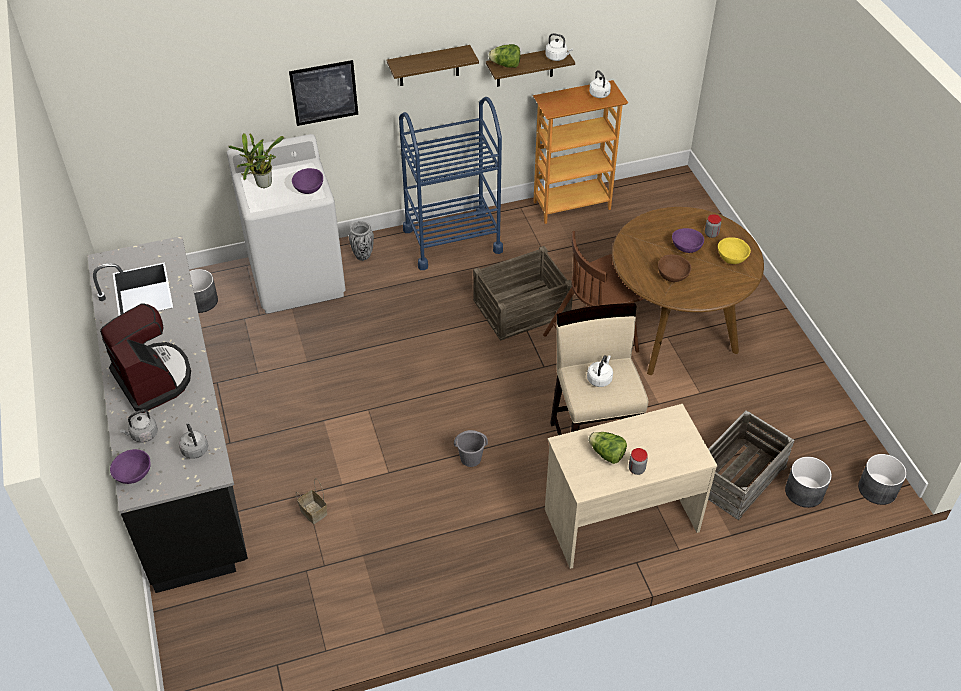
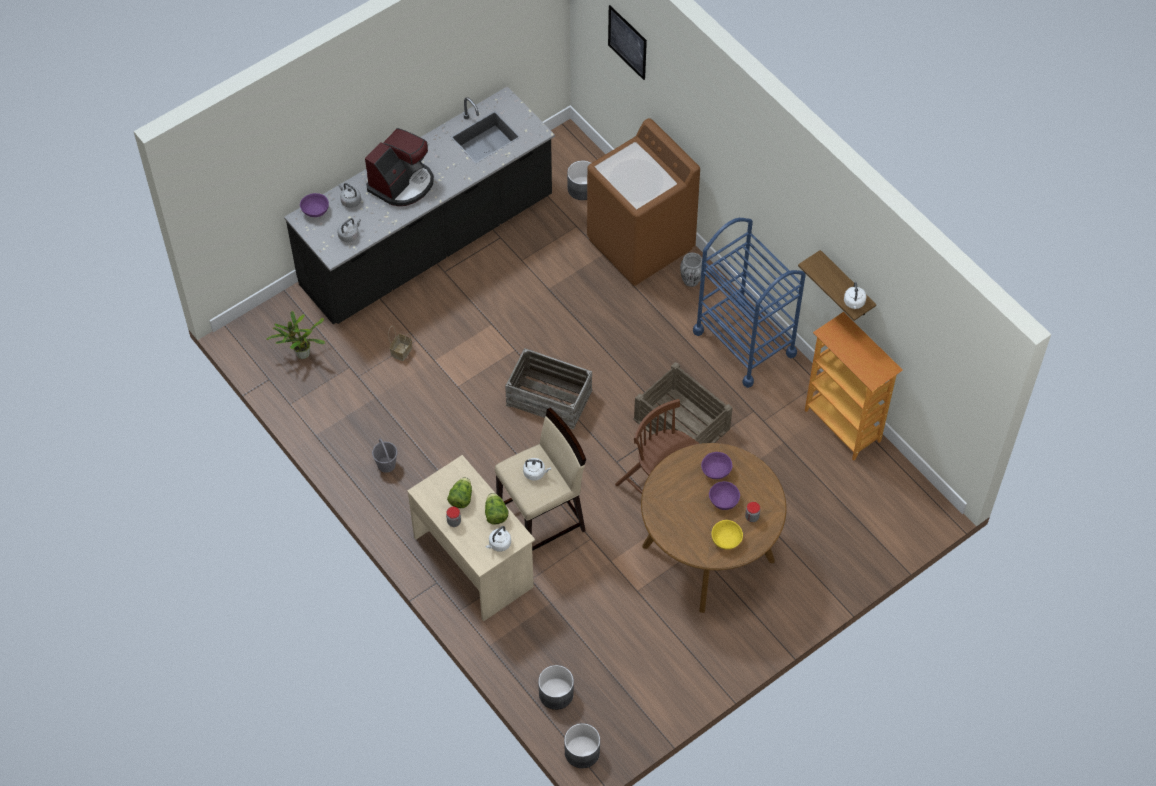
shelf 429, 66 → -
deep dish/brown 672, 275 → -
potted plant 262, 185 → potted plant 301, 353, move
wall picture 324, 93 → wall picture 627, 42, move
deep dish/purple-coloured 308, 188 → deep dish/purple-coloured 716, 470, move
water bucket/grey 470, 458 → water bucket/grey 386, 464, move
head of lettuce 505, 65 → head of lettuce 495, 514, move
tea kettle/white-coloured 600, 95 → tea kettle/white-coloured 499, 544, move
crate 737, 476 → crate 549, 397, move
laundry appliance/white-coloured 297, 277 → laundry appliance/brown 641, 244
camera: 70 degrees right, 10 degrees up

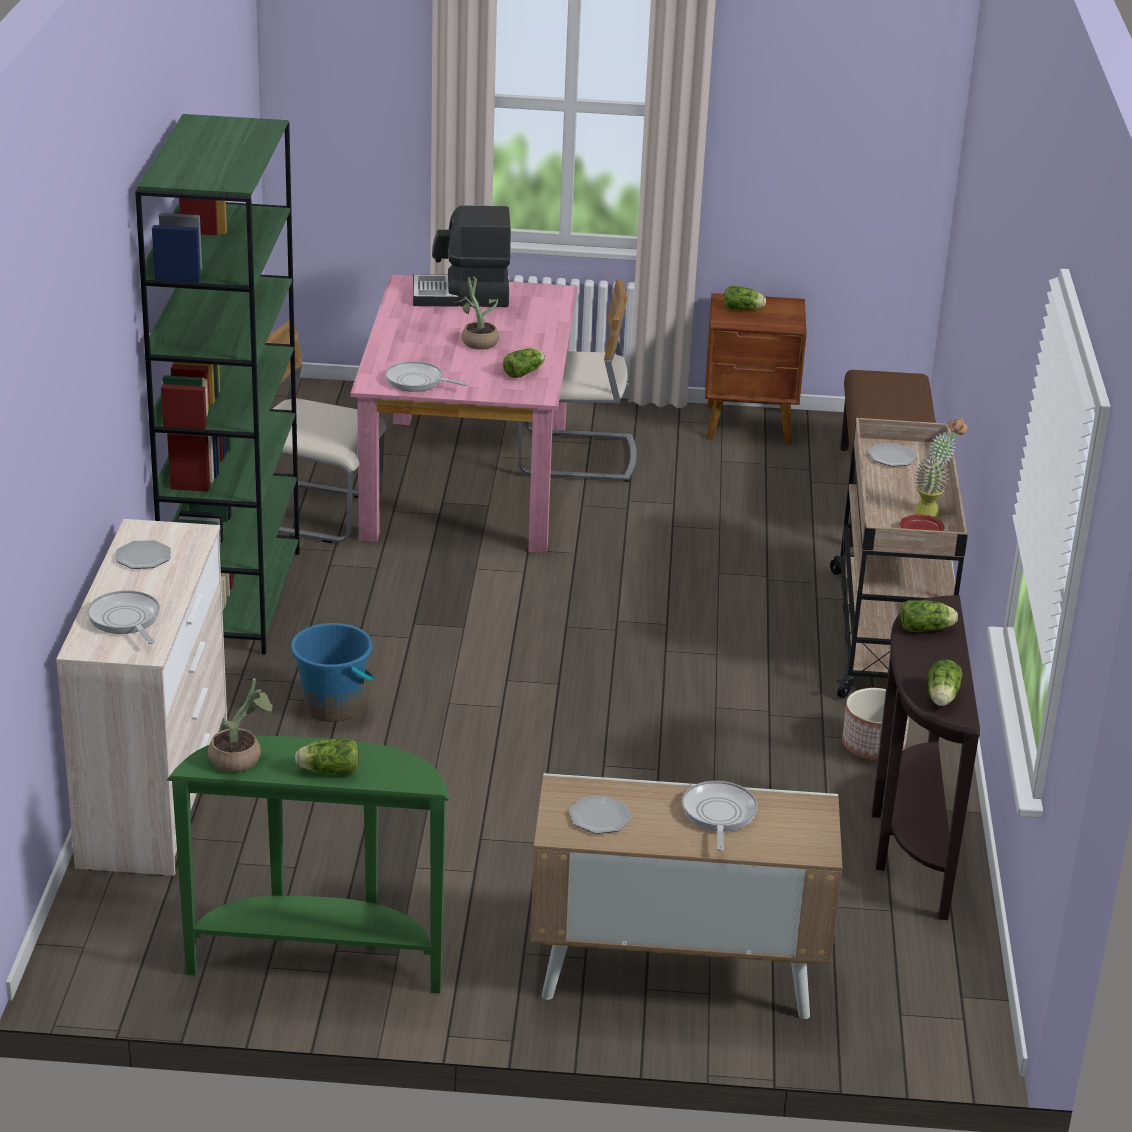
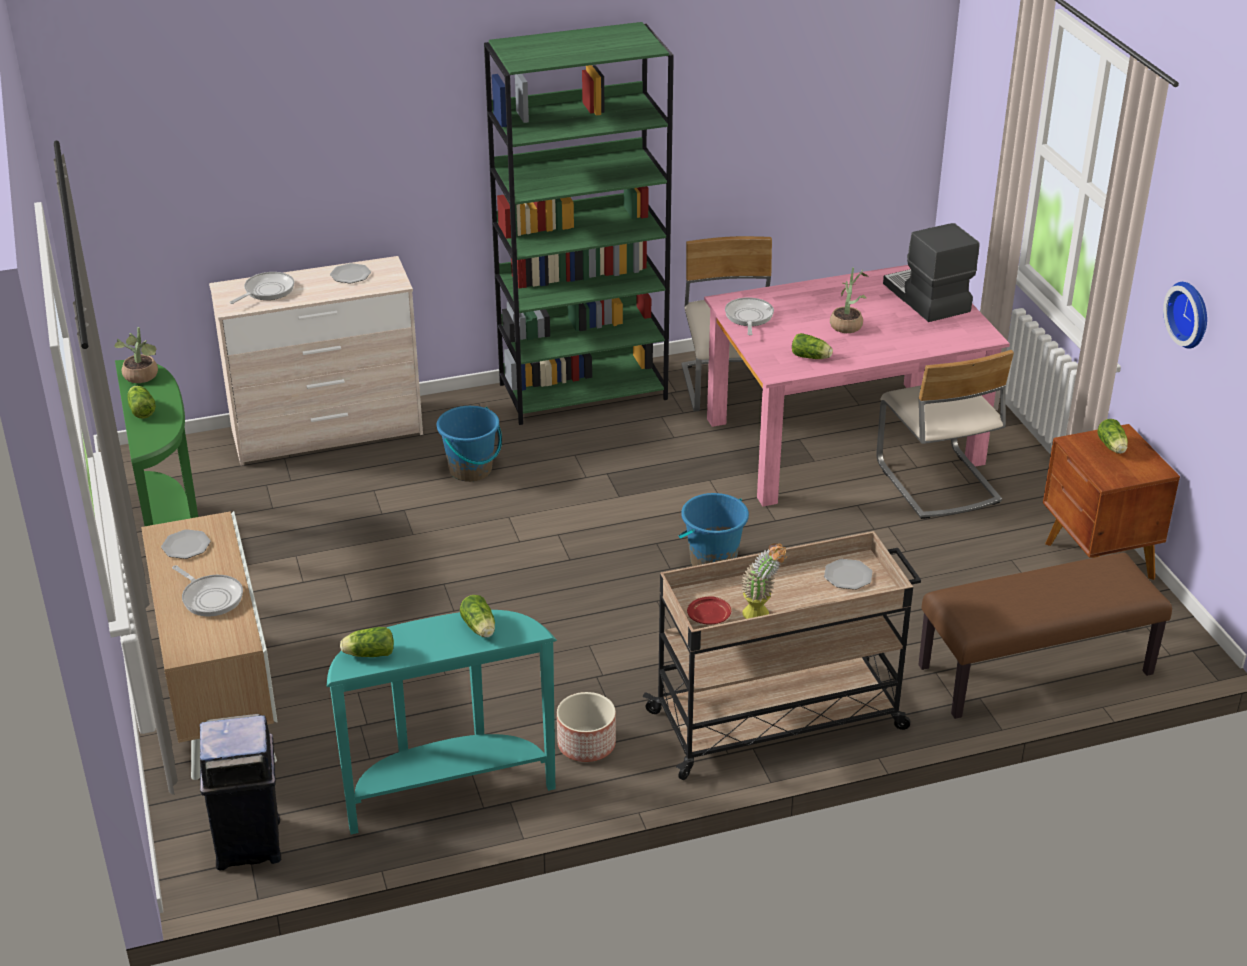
- → rubbish bin/black-coloured 250, 843
- → water bucket/blue-coloured 712, 561
- → hanging clock 1191, 314
hall table/brown 908, 844 → hall table/turquoise-coloured 447, 792
pan 718, 815 → pan 210, 597, 60 degrees clockwise
camera: 70 degrees right, 5 degrees up

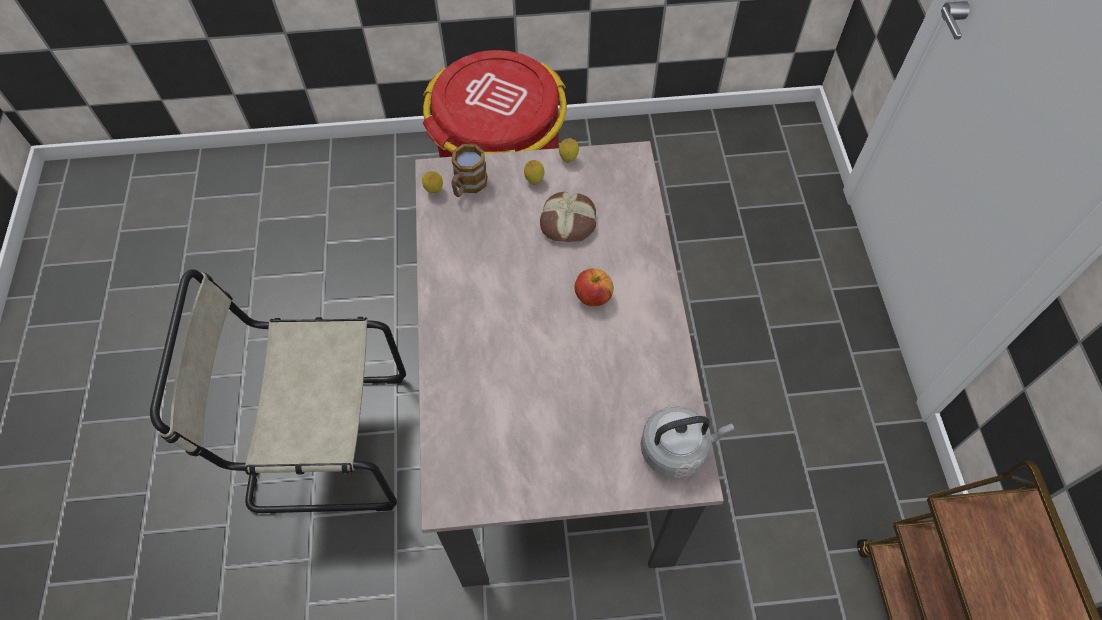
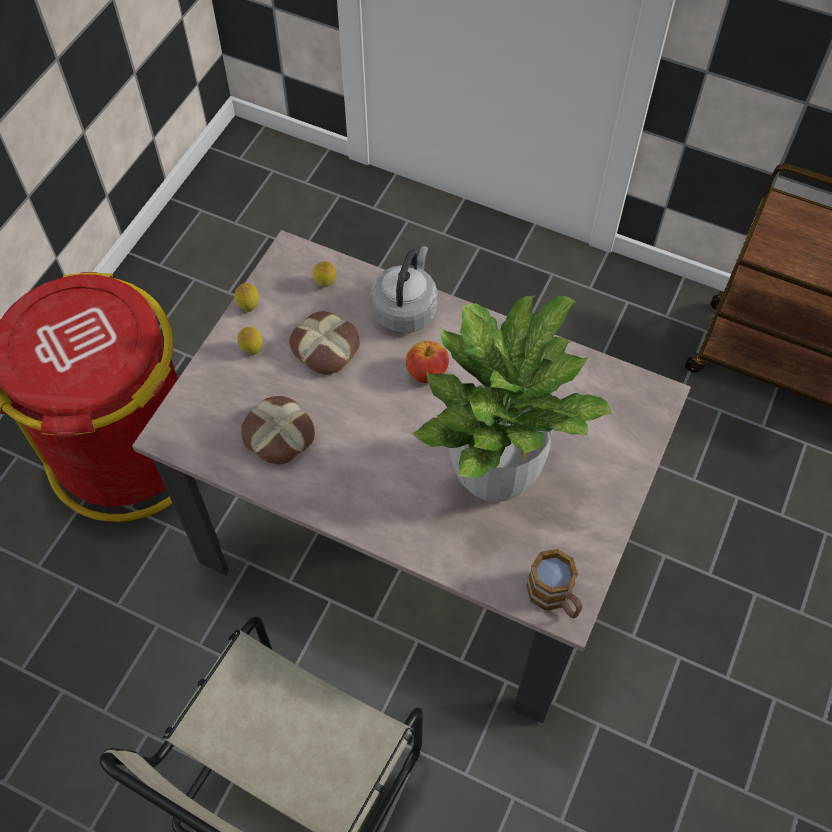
- → bakery bread 277, 435
- → potted plant 494, 473
whole lemon 434, 191 → whole lemon 325, 284, move
tea mug 468, 186 → tea mug 555, 597, move
tea kettle/grey 677, 449 → tea kettle/grey 405, 309, move
camera: 60 degrees left, 0 degrees up

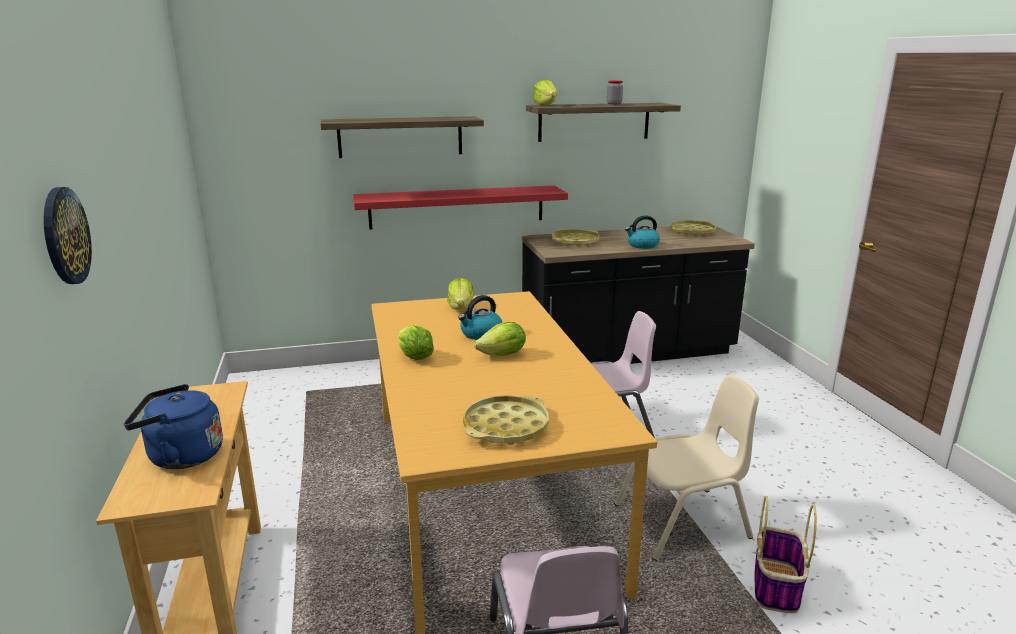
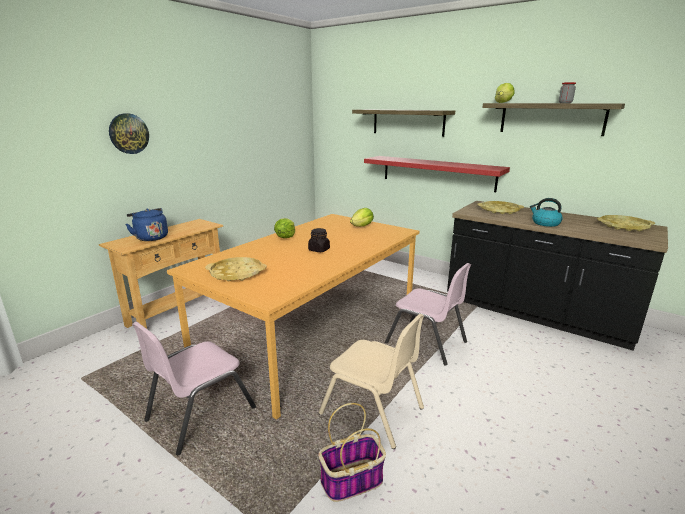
tea kettle 481, 334 → -
head of lettuce 503, 355 → jar/black-coloured 319, 250
camera: 50 degrees right, 0 degrees up

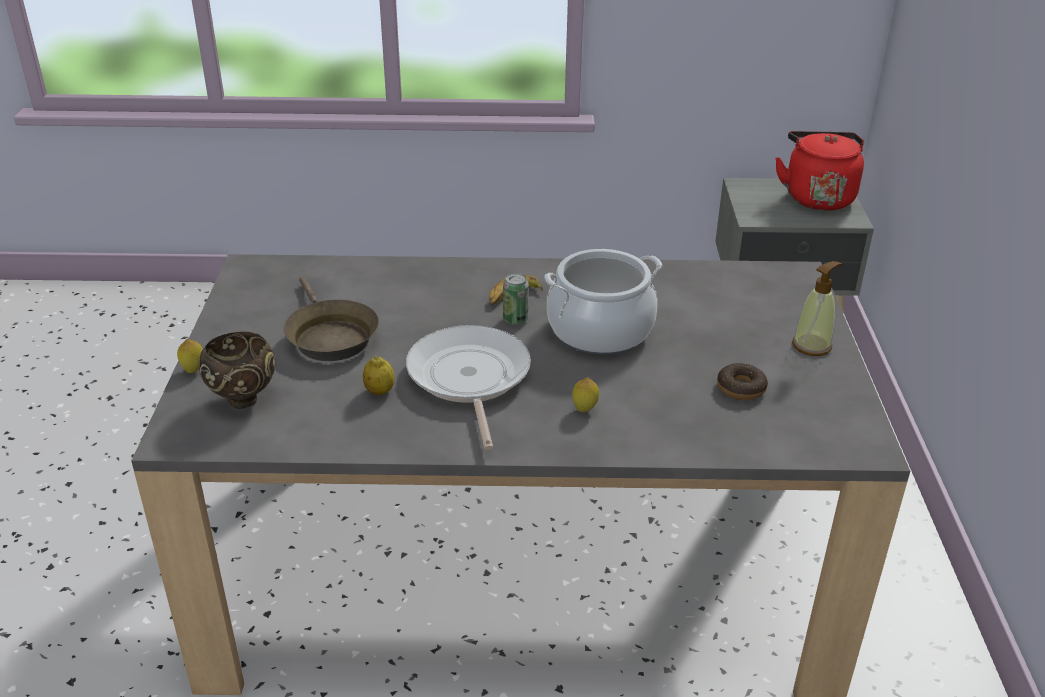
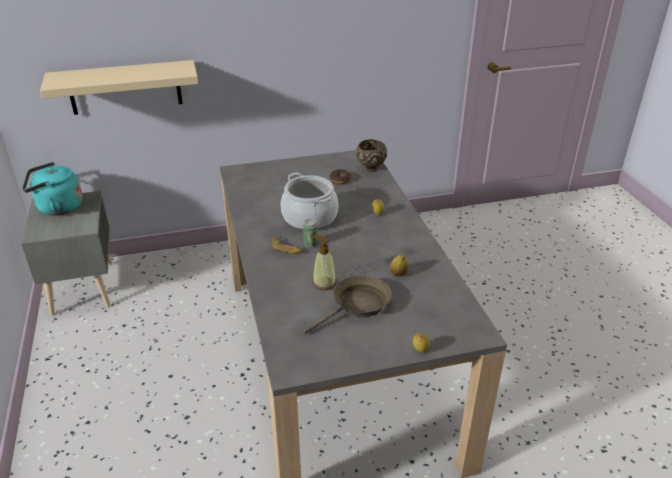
pan 469, 379 → -
- → shelf/sand-coloured 125, 87
deep dish/brown 244, 399 → deep dish/brown 370, 169, move
liquid soap bottle 812, 345 → liquid soap bottle 324, 283, move
tea kettle/red-coloured 817, 197 → tea kettle/turquoise-coloured 57, 208
camera: 105 degrees left, 0 degrees up

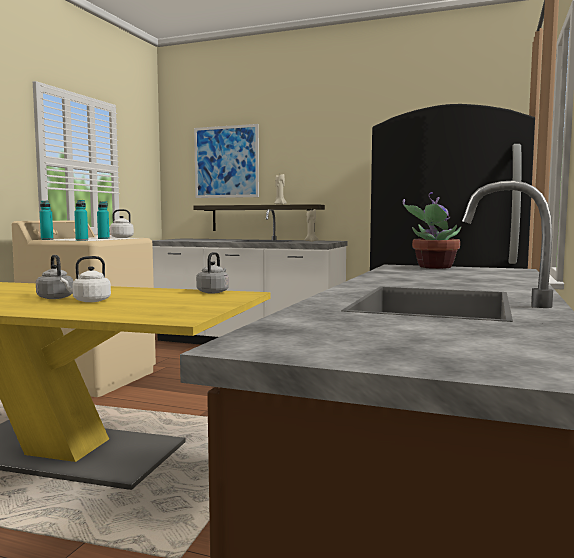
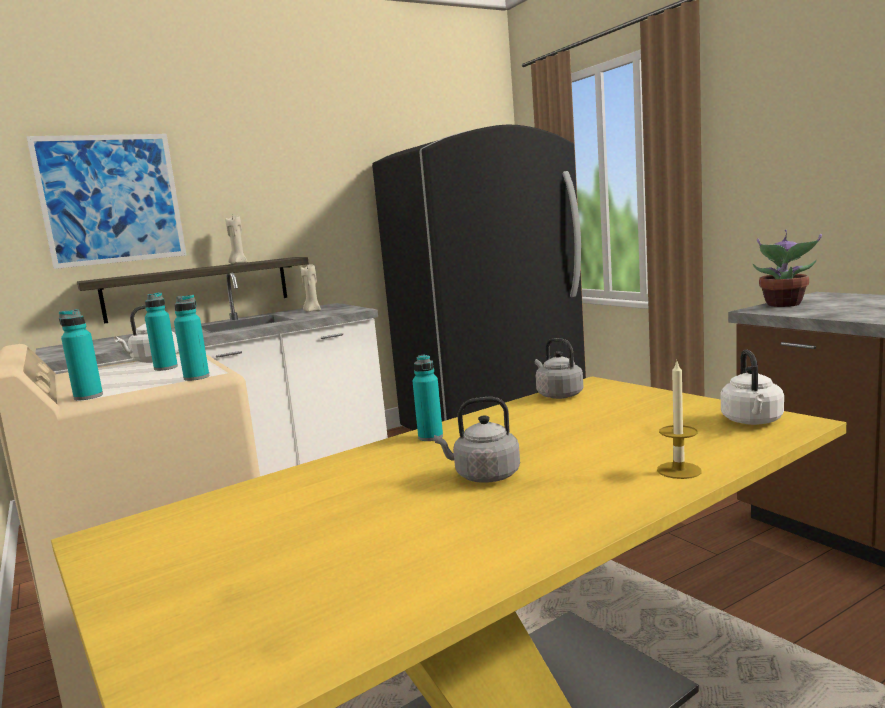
- → bottle/turquoise-coloured 430, 437
- → wax light 679, 470
tea kettle/white-coloured 89, 301 → tea kettle/white-coloured 752, 421, move
camera: 50 degrees left, 5 degrees up

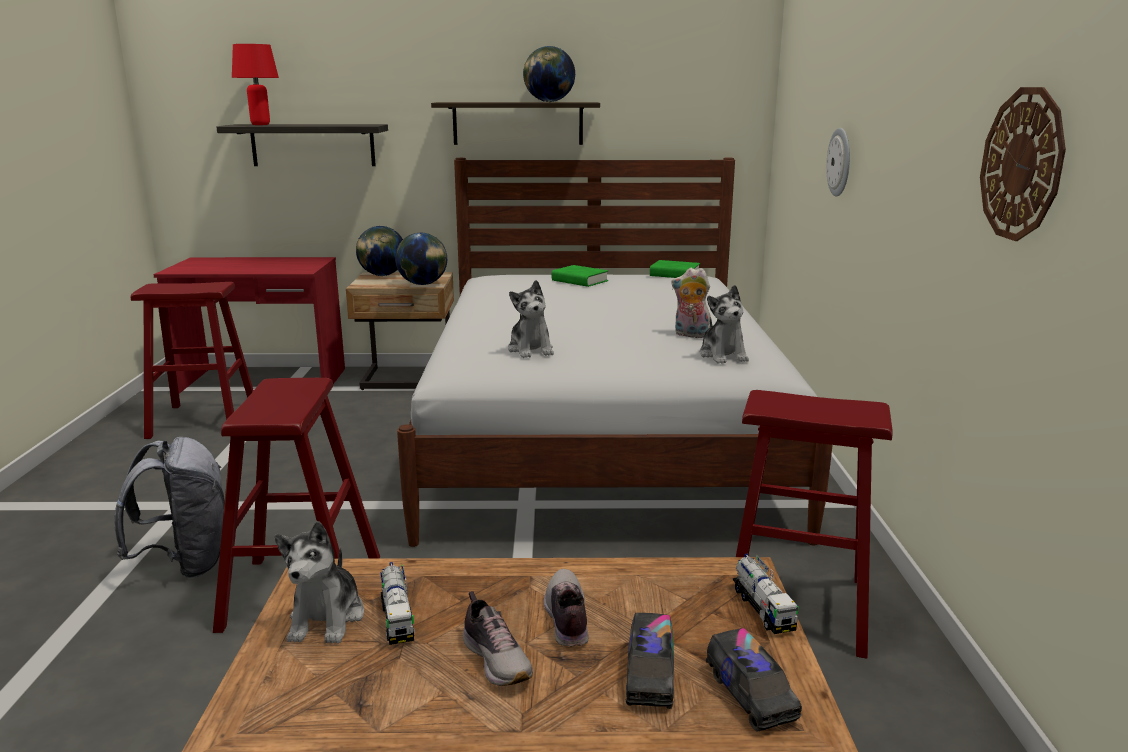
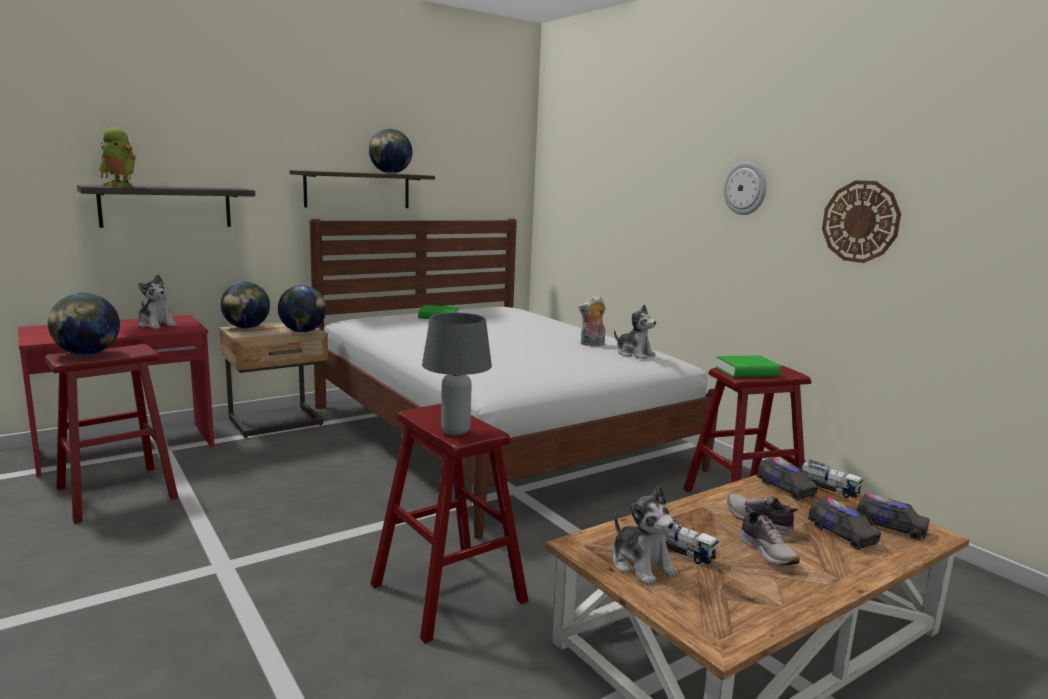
backpack/grey 186, 563 → -
- → world globe 87, 354
- → table lamp/grey 454, 431
- → toy truck 785, 488
cuddly toy 531, 349 → cuddly toy 156, 324, move
volume/green-coloured 674, 274 → volume/green-coloured 746, 372, move
hanging clock 840, 162 → hanging clock 745, 188, move
table lamp/red-coloured 261, 124 → toy robot 120, 186
low shoe 497, 660 → low shoe 768, 552, 45 degrees clockwise
camera: 35 degrees left, 5 degrees down

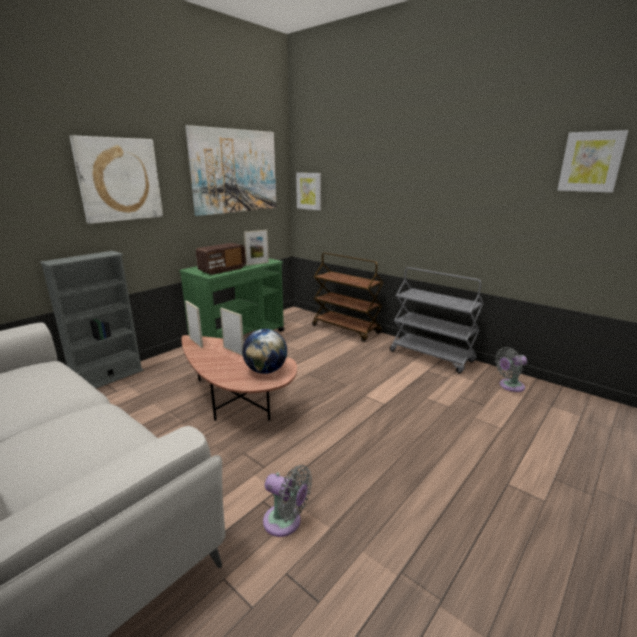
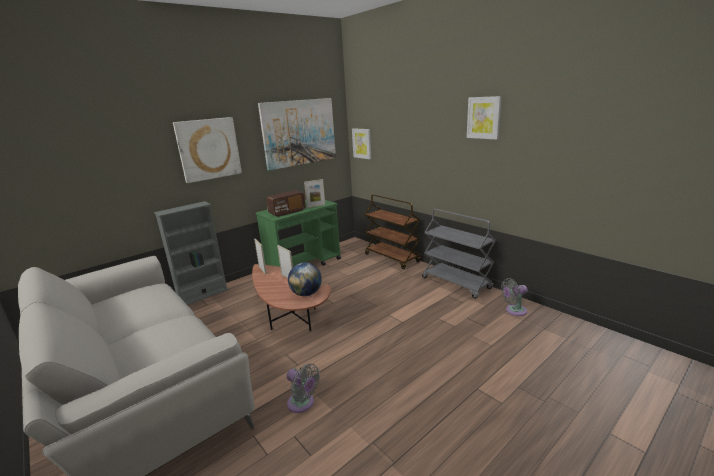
wall picture 591, 162 → wall picture 484, 117, move
camera: 10 degrees right, 0 degrees up

